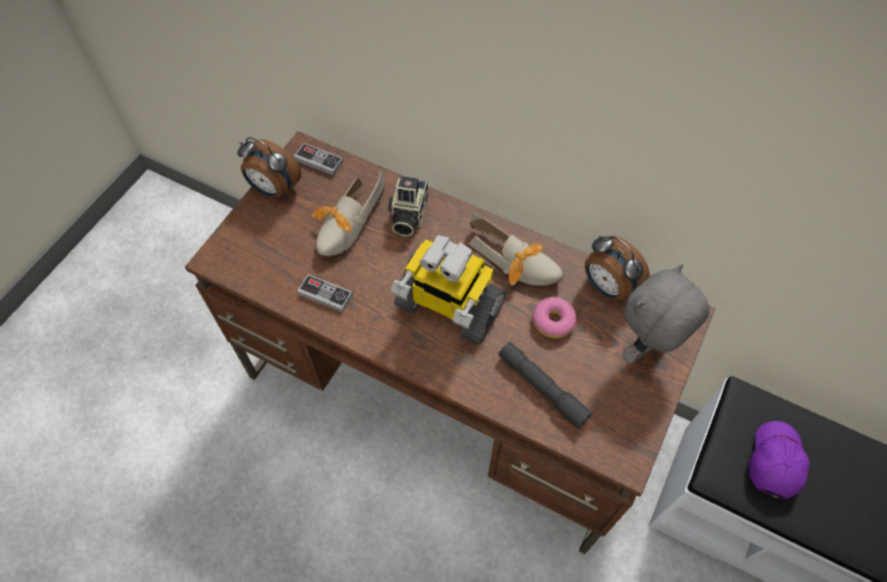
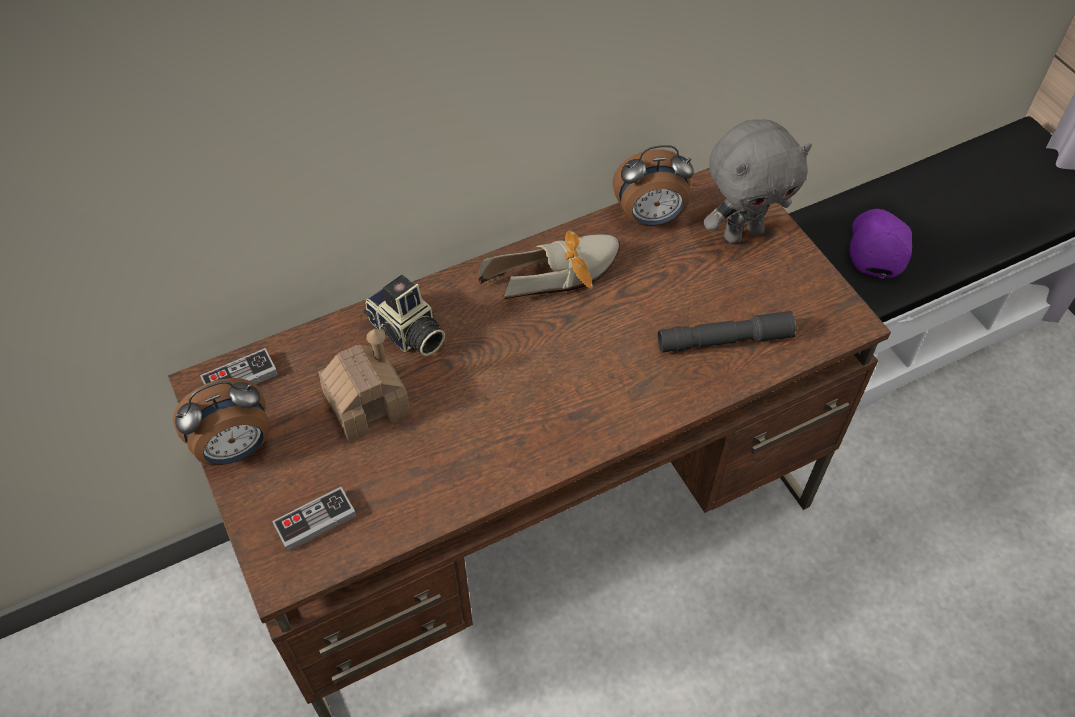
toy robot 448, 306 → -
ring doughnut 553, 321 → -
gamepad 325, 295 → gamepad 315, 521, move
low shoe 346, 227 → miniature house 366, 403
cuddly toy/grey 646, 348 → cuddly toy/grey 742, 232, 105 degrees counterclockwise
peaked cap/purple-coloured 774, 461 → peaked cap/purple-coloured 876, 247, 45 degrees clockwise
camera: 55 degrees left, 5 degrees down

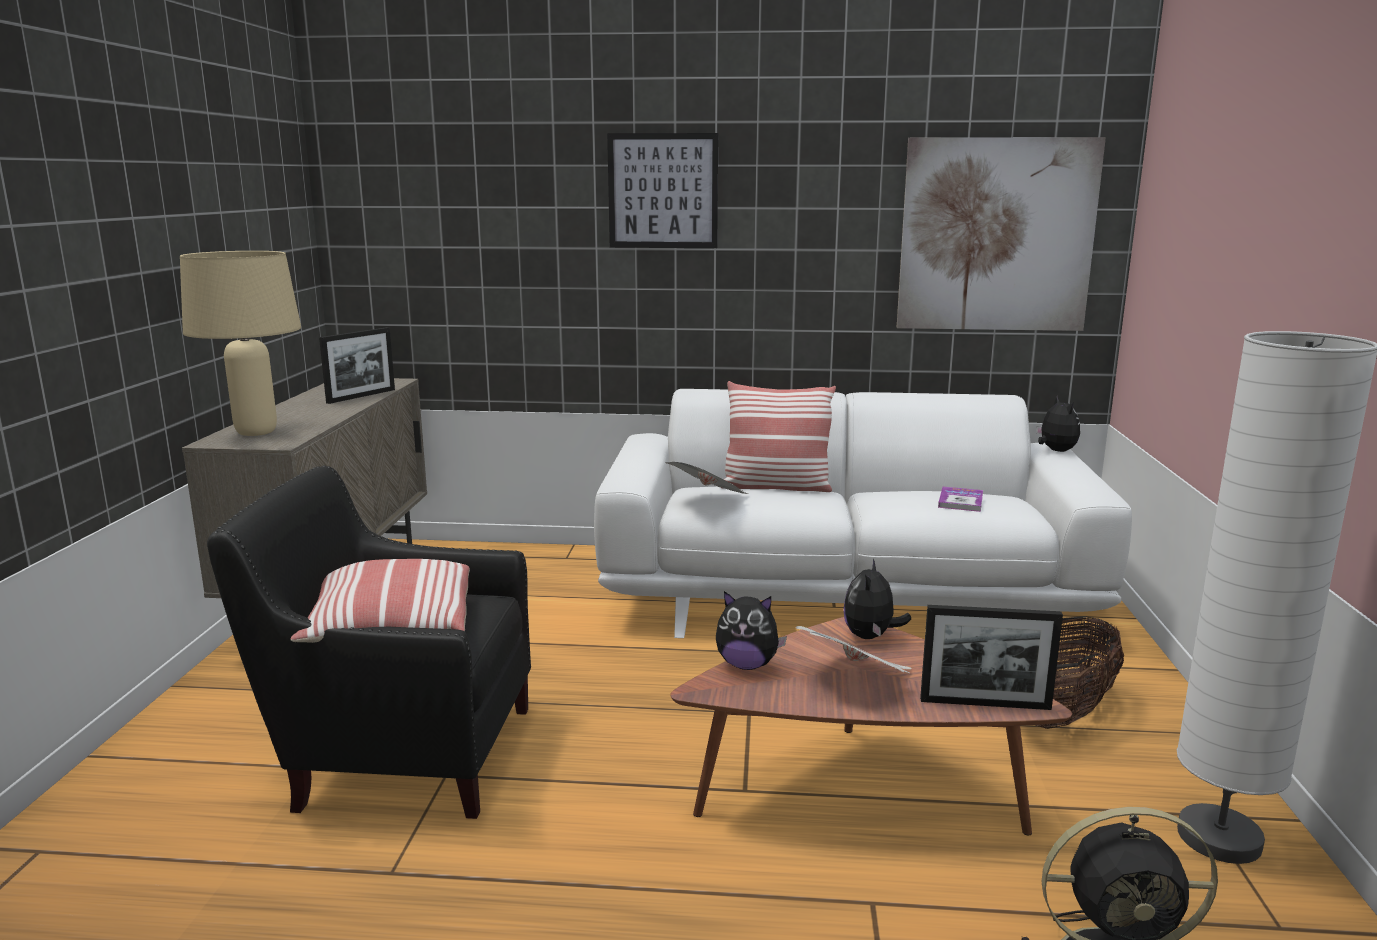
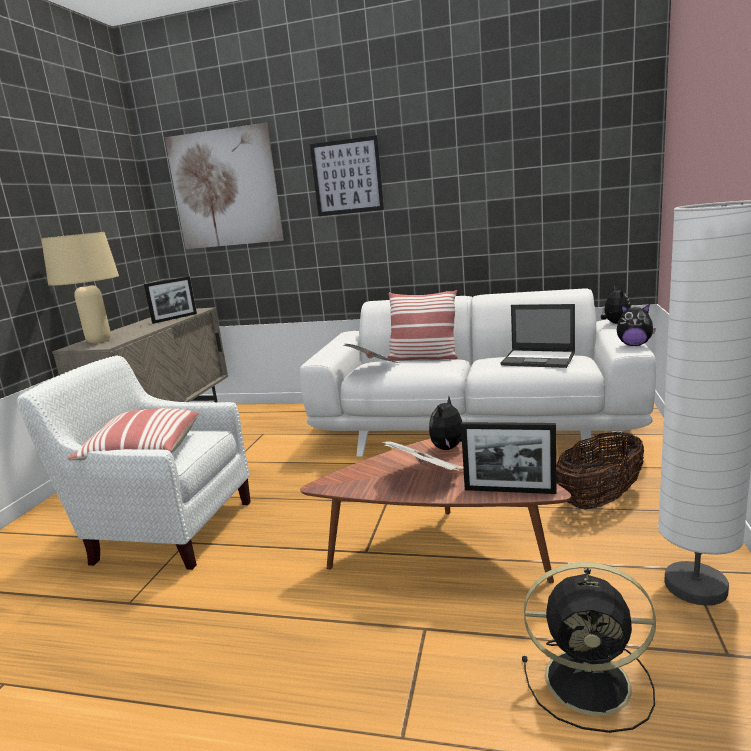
cuddly toy 747, 665 → cuddly toy 634, 345, move
wall picture 996, 235 → wall picture 225, 189, move
volume 960, 501 → laptop 539, 359
armchair/black-coloured 403, 752 → armchair/white-coloured 167, 528
camera: 10 degrees right, 0 degrees up

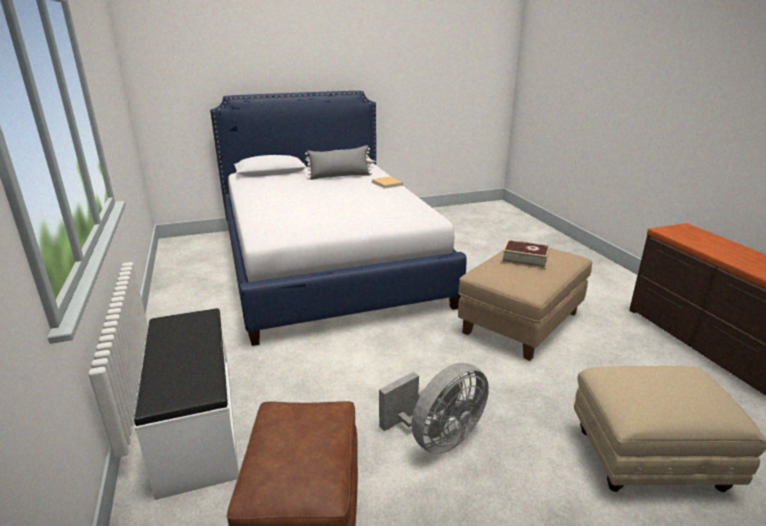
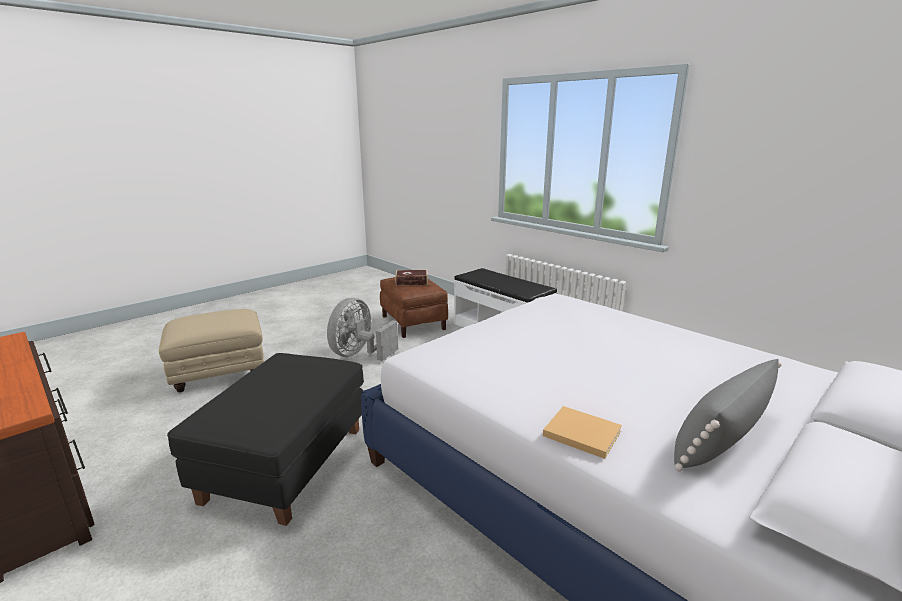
volume 524, 259 → volume 411, 282, move
footrest/sand-coloured 521, 323 → footrest/black-coloured 286, 462
camera: 155 degrees right, 5 degrees down

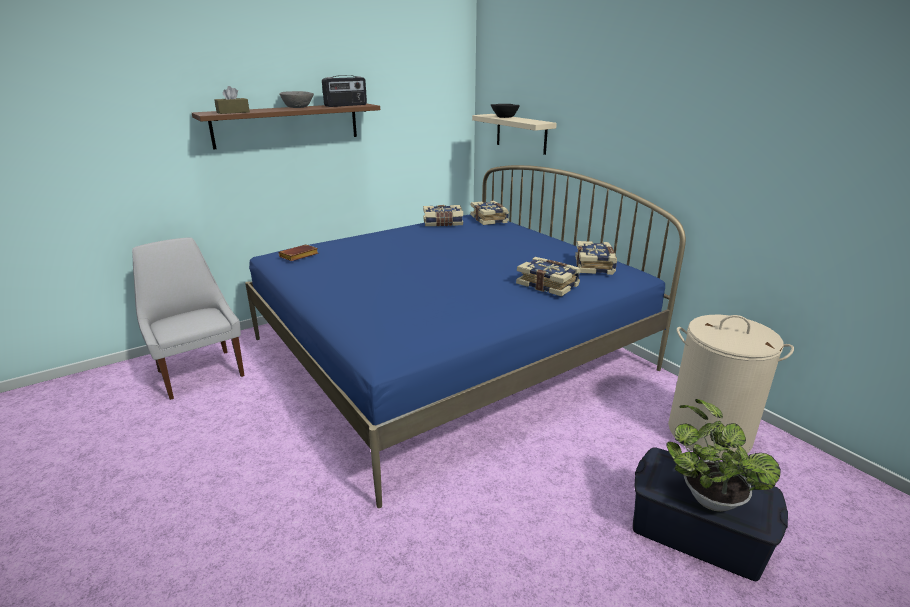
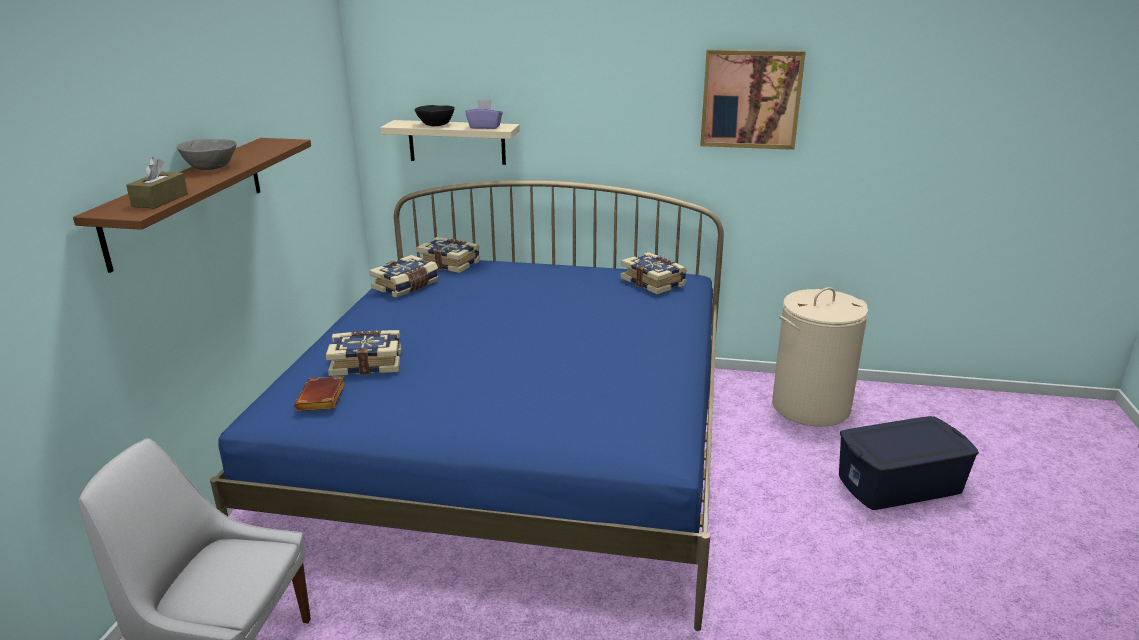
radio 346, 105 → -
potted plant 708, 496 → -
- → tissue holder/purple-coloured 485, 127
- → wall picture 751, 99
volume 548, 284 → volume 366, 363, move
camera: 45 degrees left, 0 degrees up

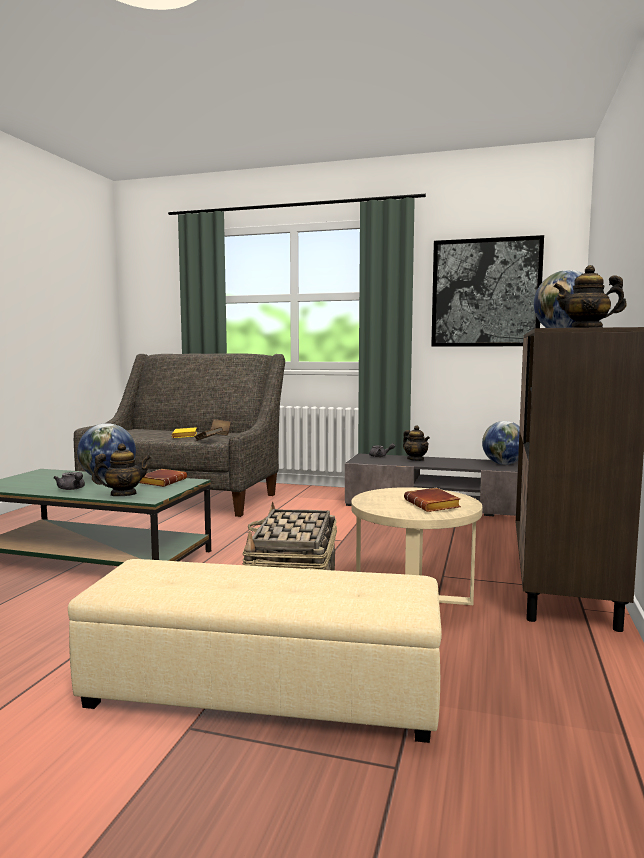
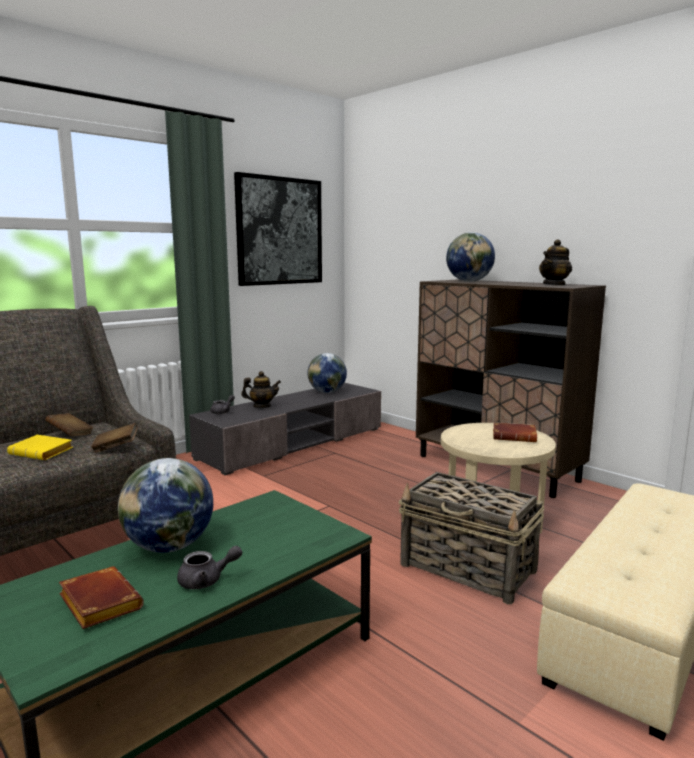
pot for tea 123, 494 → -
volume/brown 162, 482 → volume/brown 97, 603, move
camera: 60 degrees left, 5 degrees up

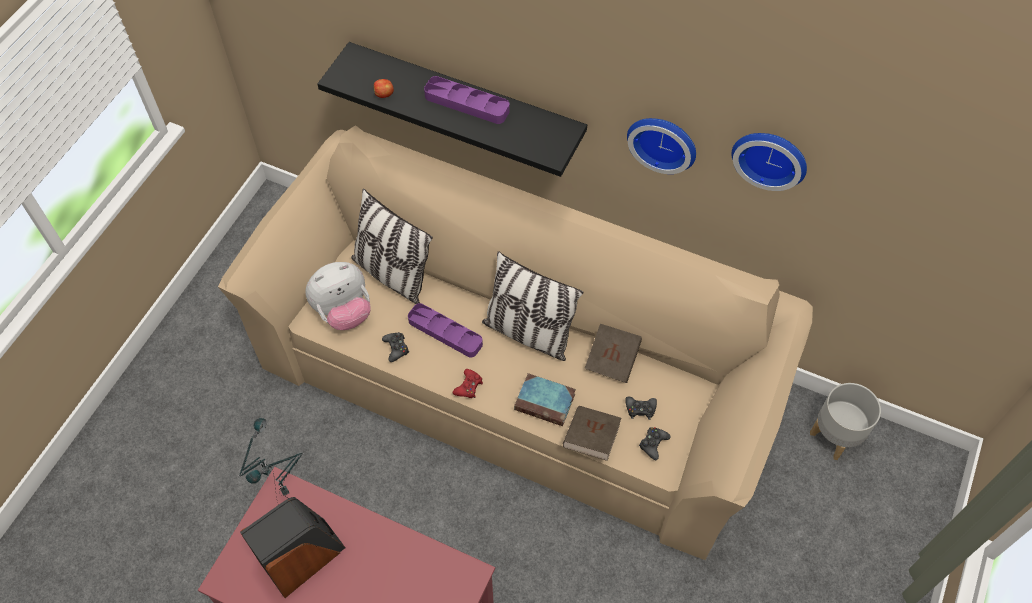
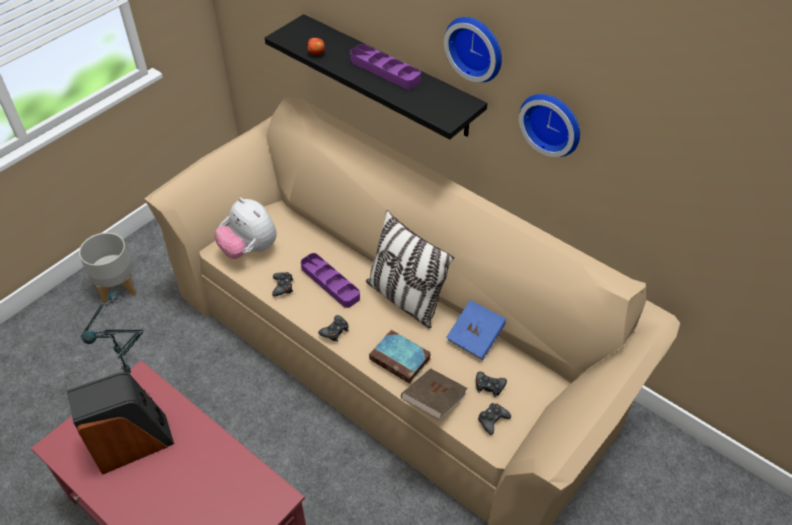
cushion 392, 274 → -
hanging clock 770, 156 → hanging clock 476, 47, move
plant pot/grey 835, 437 → plant pot/grey 117, 288, move
gamepad/red-coloured 468, 386 → gamepad/black-coloured 335, 331
volume/brown 613, 357 → volume/blue-coloured 477, 335
cuddly toy 343, 312 → cuddly toy 249, 249, 60 degrees clockwise
camera: 15 degrees right, 10 degrees down

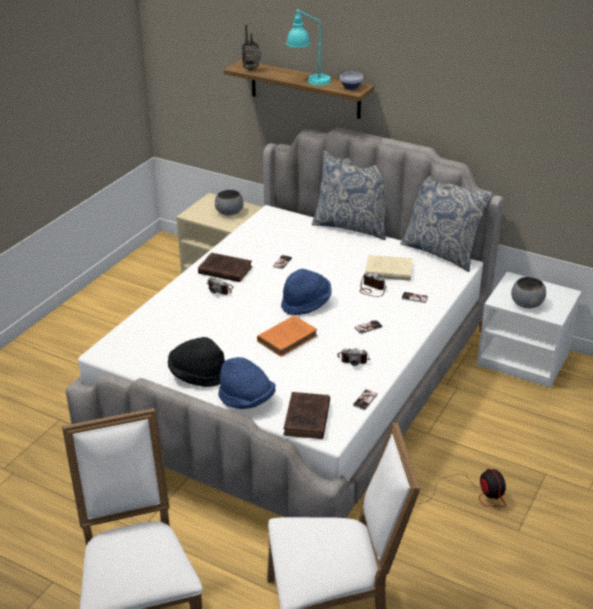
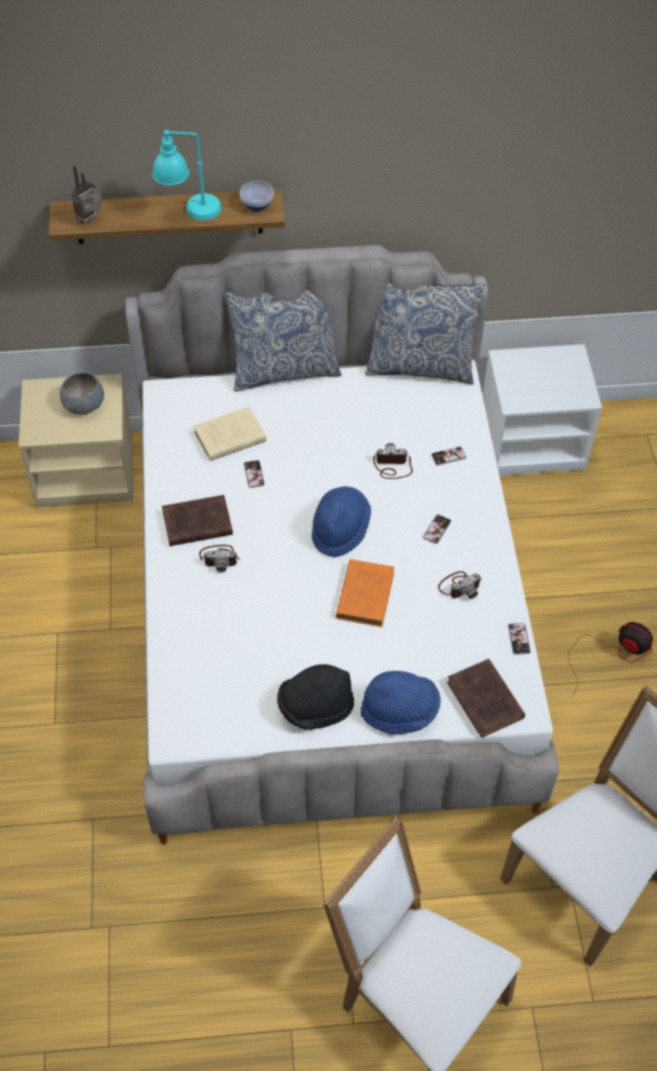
deep dish/grey 526, 304 → -
volume/sand-coloured 387, 271 → volume/sand-coloured 228, 438, move
camera: 35 degrees left, 20 degrees up

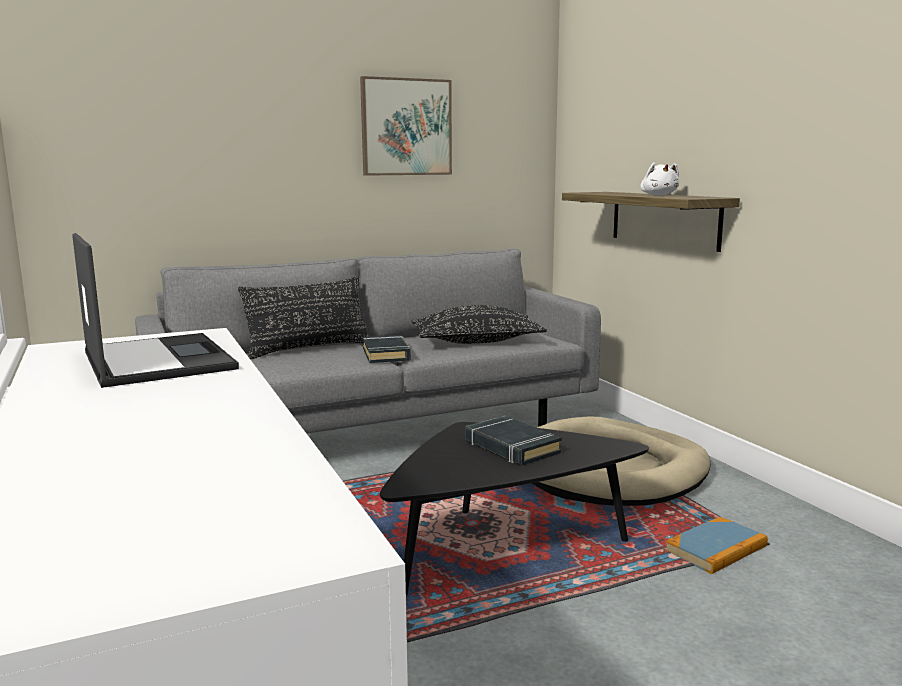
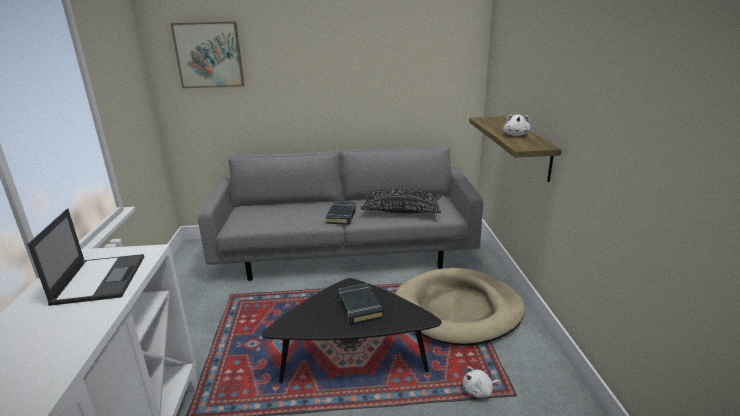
cushion/black-coloured 308, 349 → -
wall picture 406, 127 → wall picture 209, 55, move
volume 716, 549 → cuddly toy/white-coloured 479, 391
camera: 20 degrees right, 10 degrees up

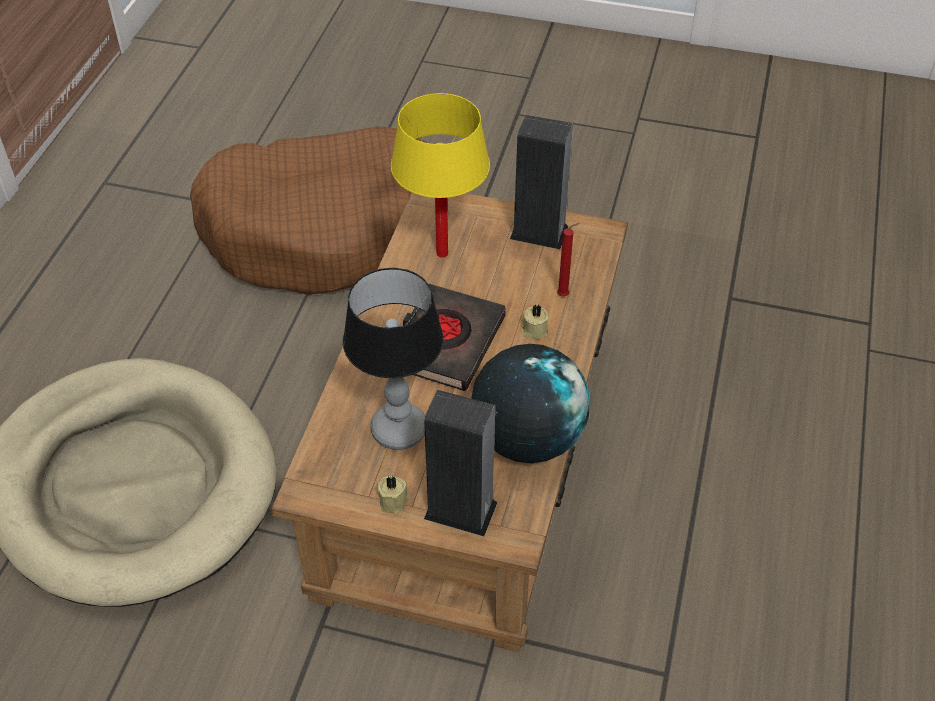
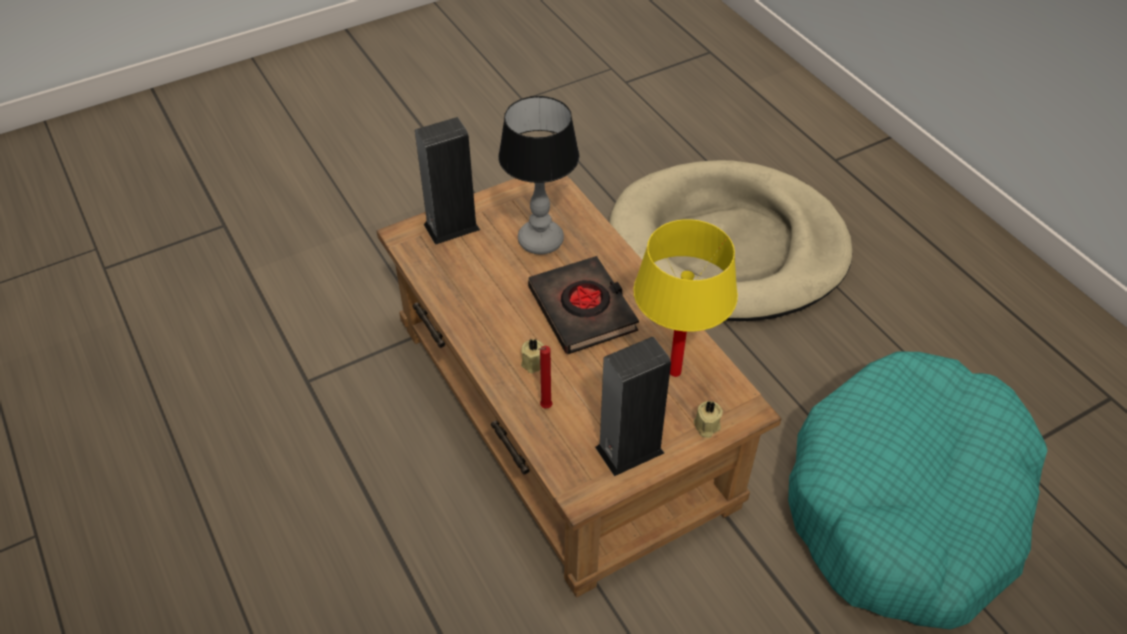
world globe 527, 439 → -
wax light/sand-coloured 394, 501 → wax light/sand-coloured 706, 426, move
dog bed/brown 326, 229 → dog bed/turquoise-coloured 907, 505
camera: 135 degrees right, 0 degrees up

